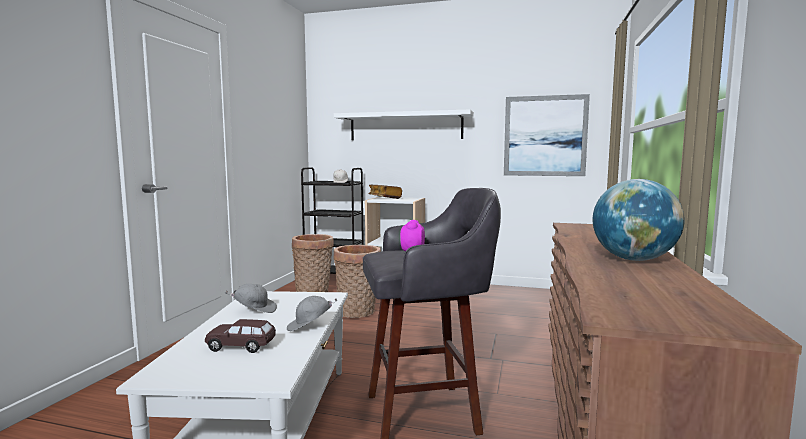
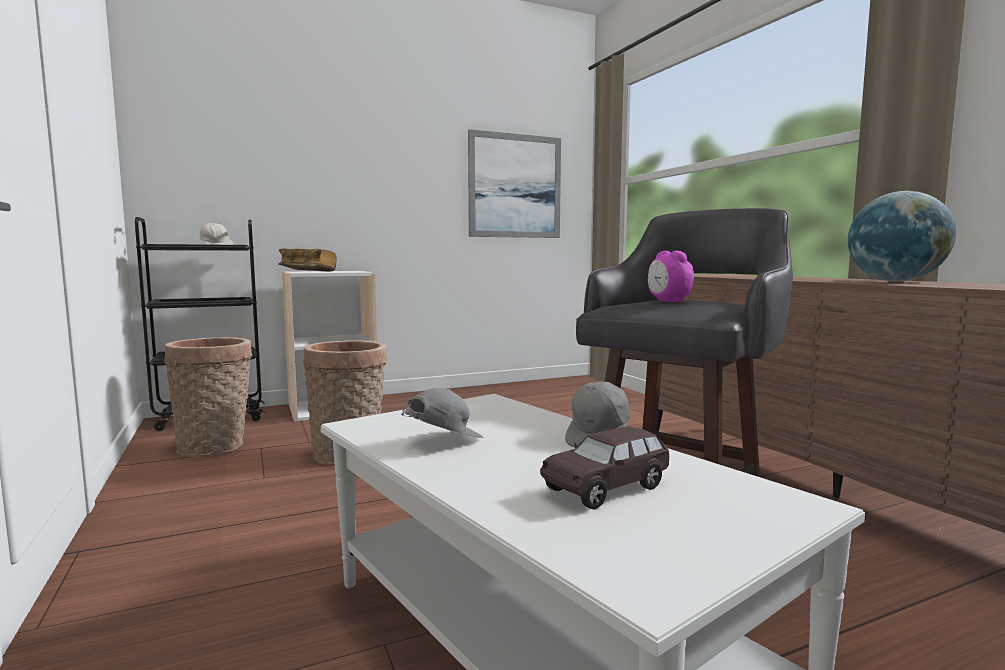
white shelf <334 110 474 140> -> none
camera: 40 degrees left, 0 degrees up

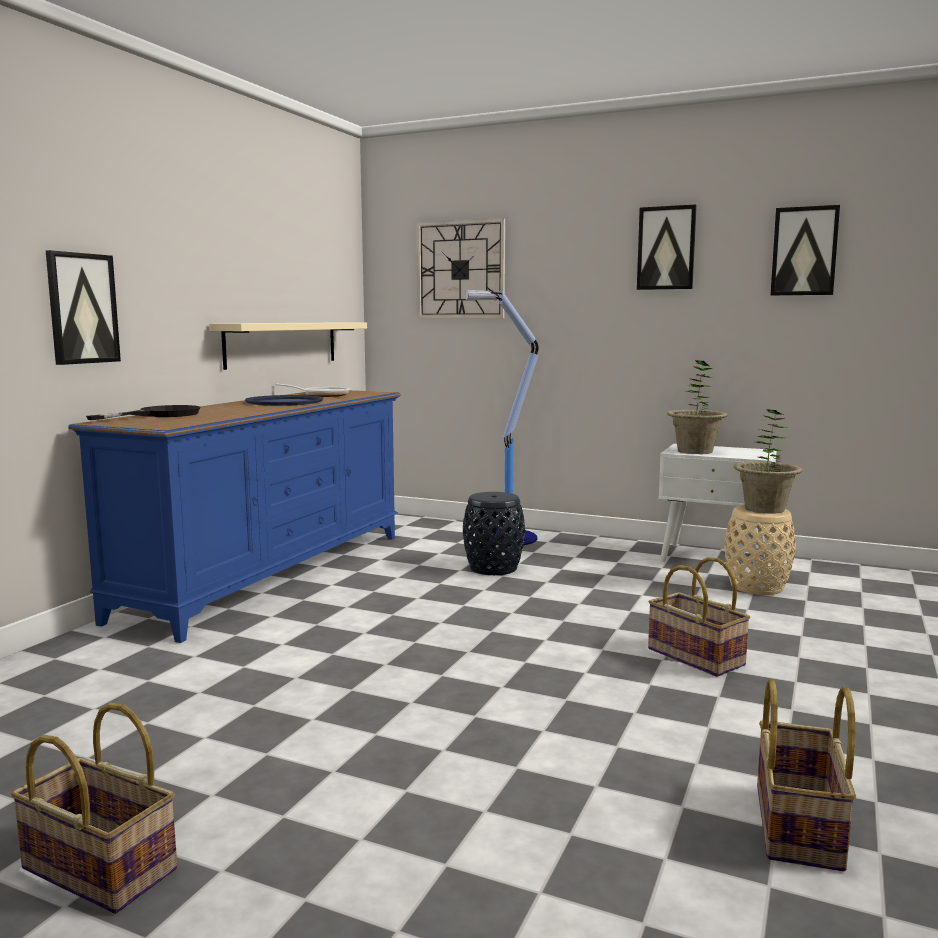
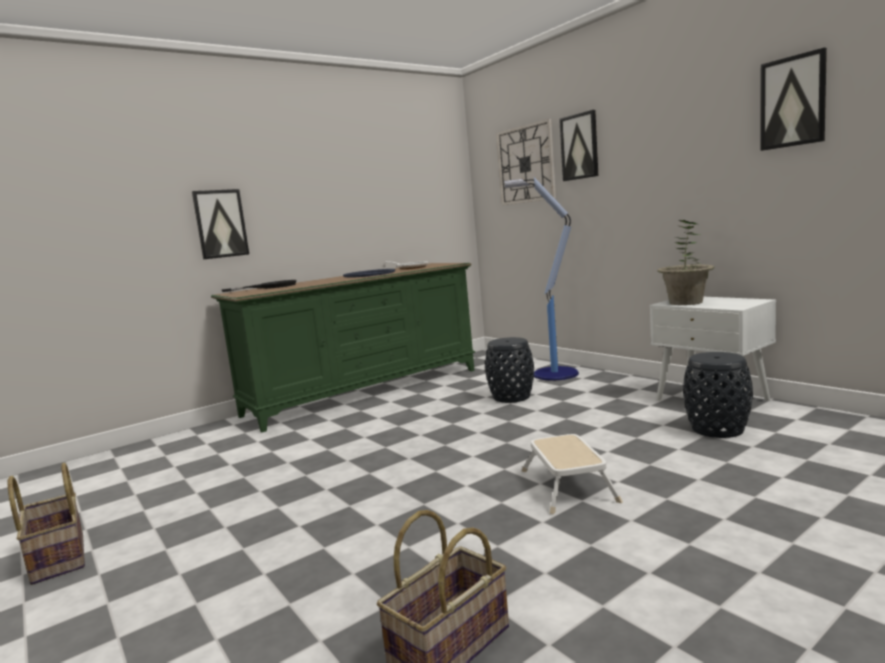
blue cabinet <68 390 401 643> -> green cabinet <211 263 475 432>
beige shelf <209 323 367 370> -> none
picture <637 204 697 290> -> picture <559 110 598 181>, move
basket <648 557 751 677> -> beige step ladder <522 434 623 514>
beige stool <724 505 796 595> -> black stool <683 352 753 438>
potted plant <734 409 802 514> -> none
camera: 30 degrees right, 0 degrees up

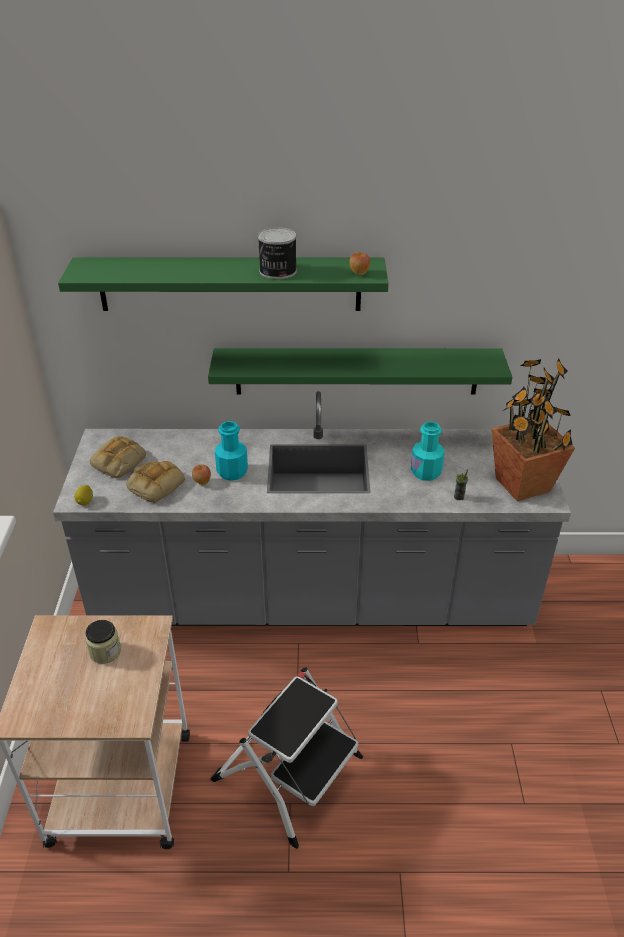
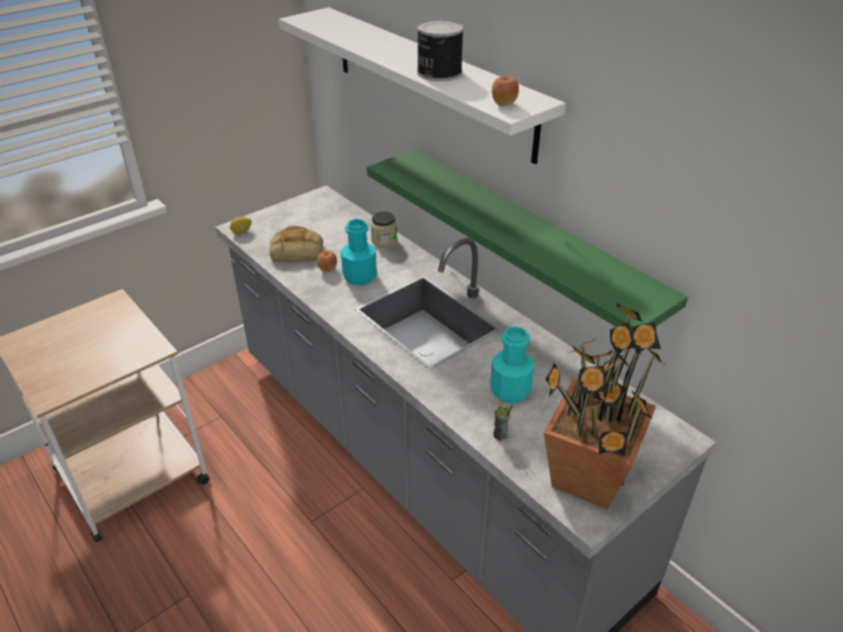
green shelf <58 257 389 311> -> white shelf <279 7 566 164>
jar <85 620 121 664> -> jar <371 212 397 248>, move
bread <90 436 146 478> -> none
step ladder <210 667 363 849> -> none
camera: 50 degrees right, 0 degrees up

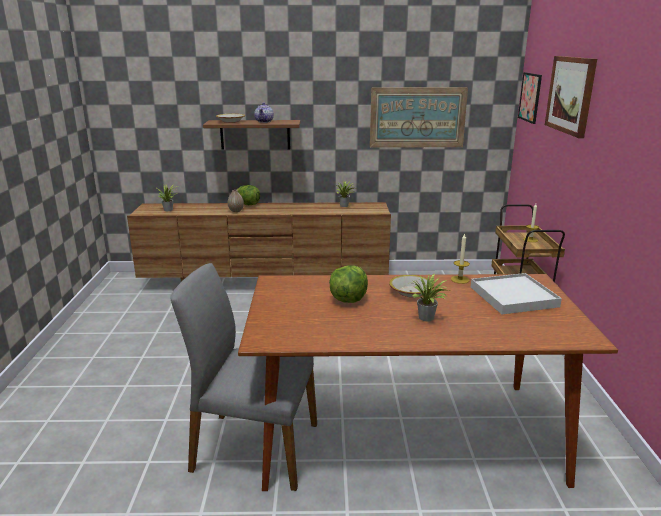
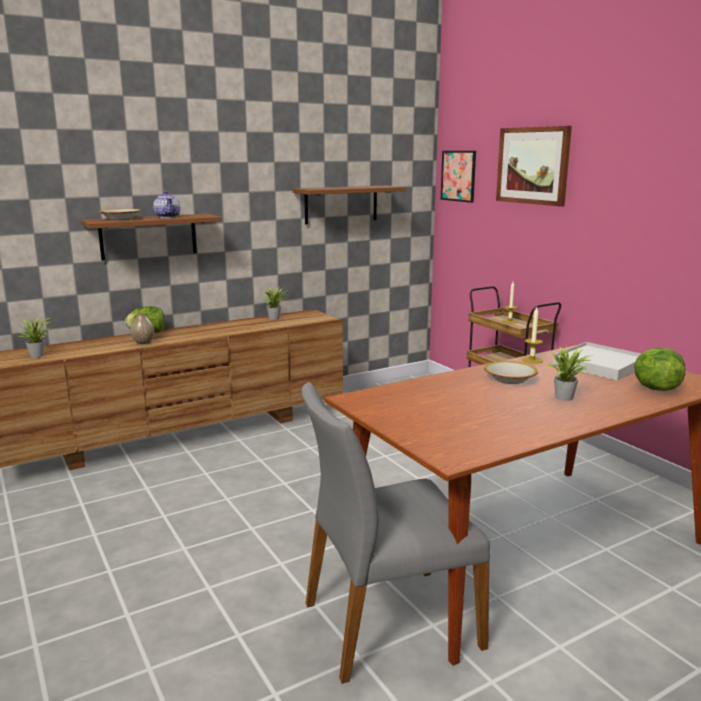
lettuce <329 266 368 303> -> lettuce <634 347 685 391>, move
picture <370 87 468 148> -> brown shelf <292 185 406 224>
camera: 30 degrees left, 5 degrees down

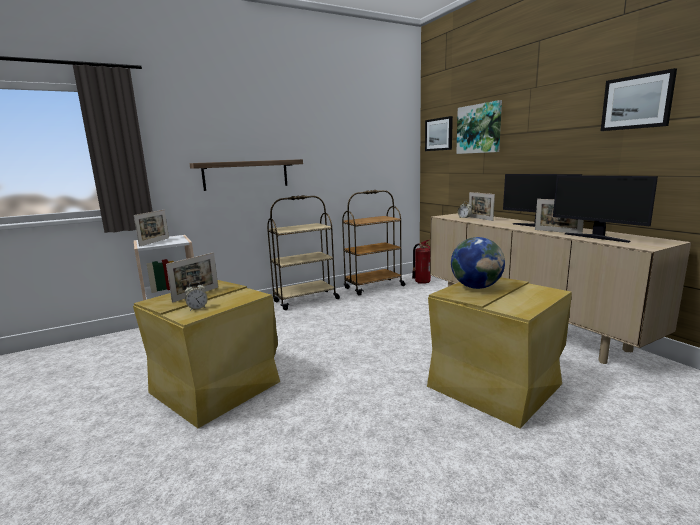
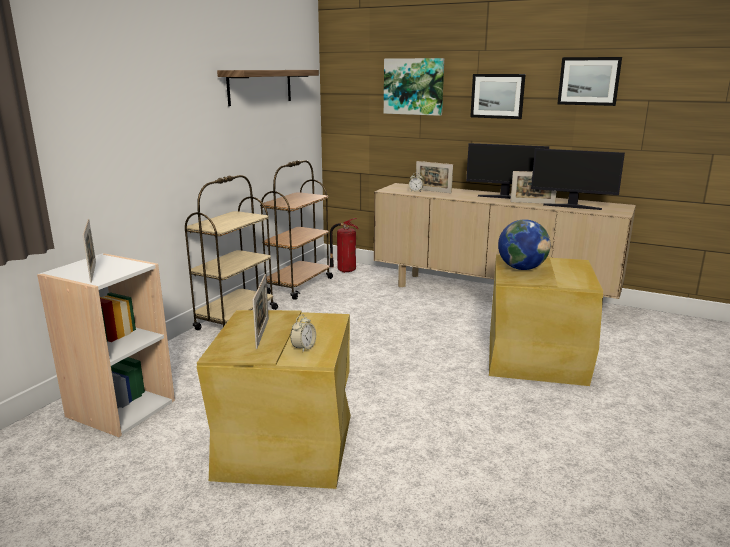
shelf <190 159 303 191> -> shelf <217 70 319 106>, move
picture <425 116 453 151> -> picture <470 74 526 119>, move
camera: 35 degrees left, 5 degrees up

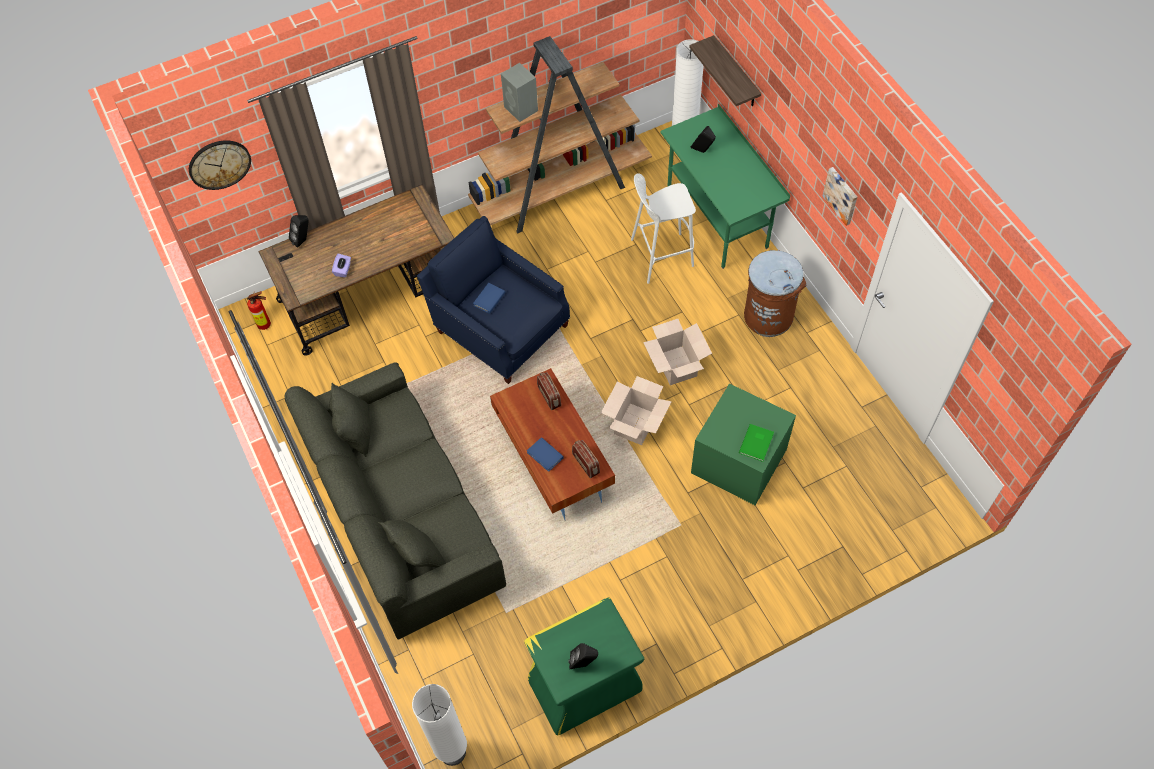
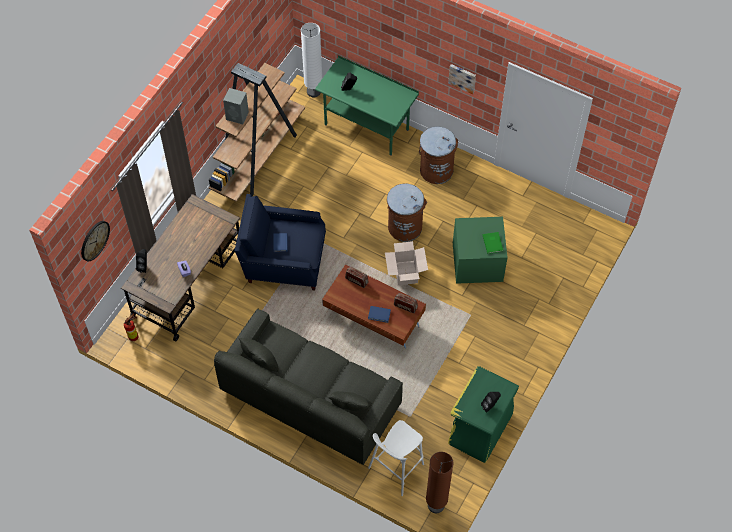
white floor lamp <412 684 467 766> -> brown floor lamp <426 452 454 513>
white stool <631 173 696 284> -> white stool <368 420 424 496>, move
cardboard box <643 319 712 385> -> brown trash can <387 184 427 242>
shelf <689 35 761 106> -> none
camera: 35 degrees left, 0 degrees up

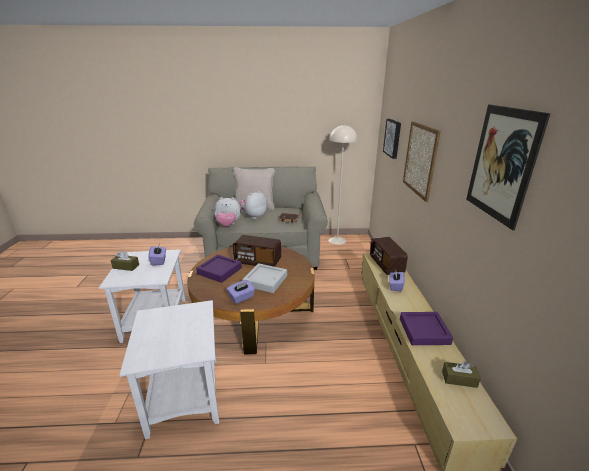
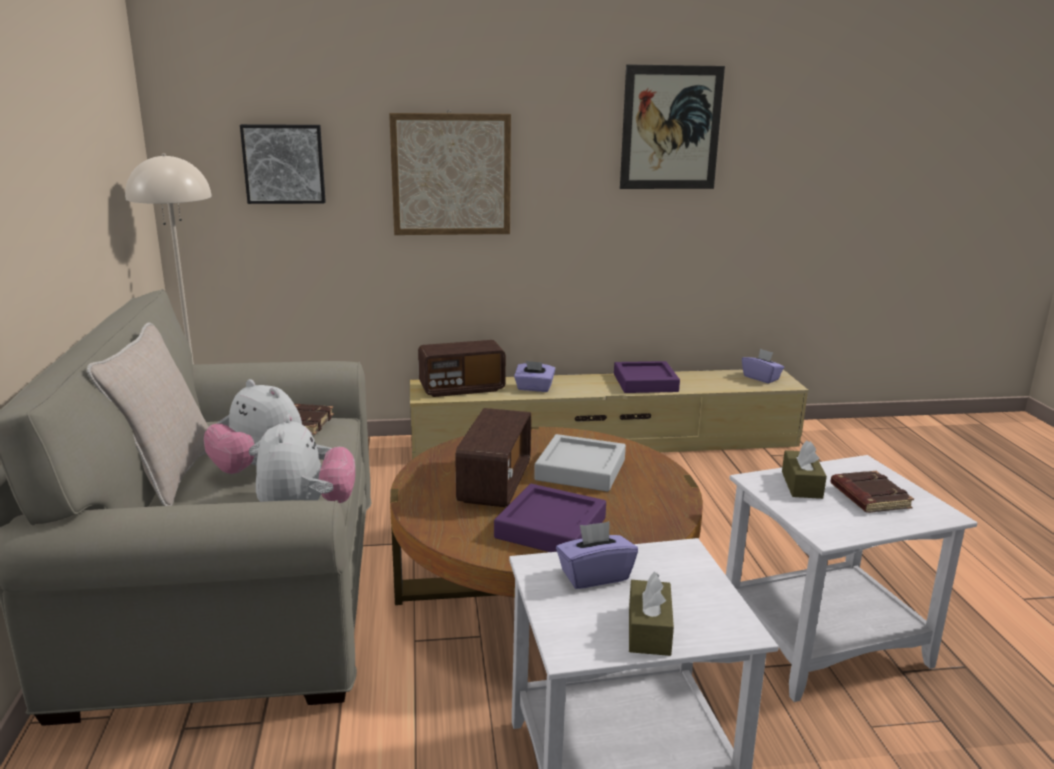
purple tissue box <227 280 255 304> -> purple tissue box <742 348 784 383>, move
brown tissue box <442 361 481 388> -> brown tissue box <782 440 827 499>, move
none -> brown book <831 471 914 513>
camera: 95 degrees left, 5 degrees down

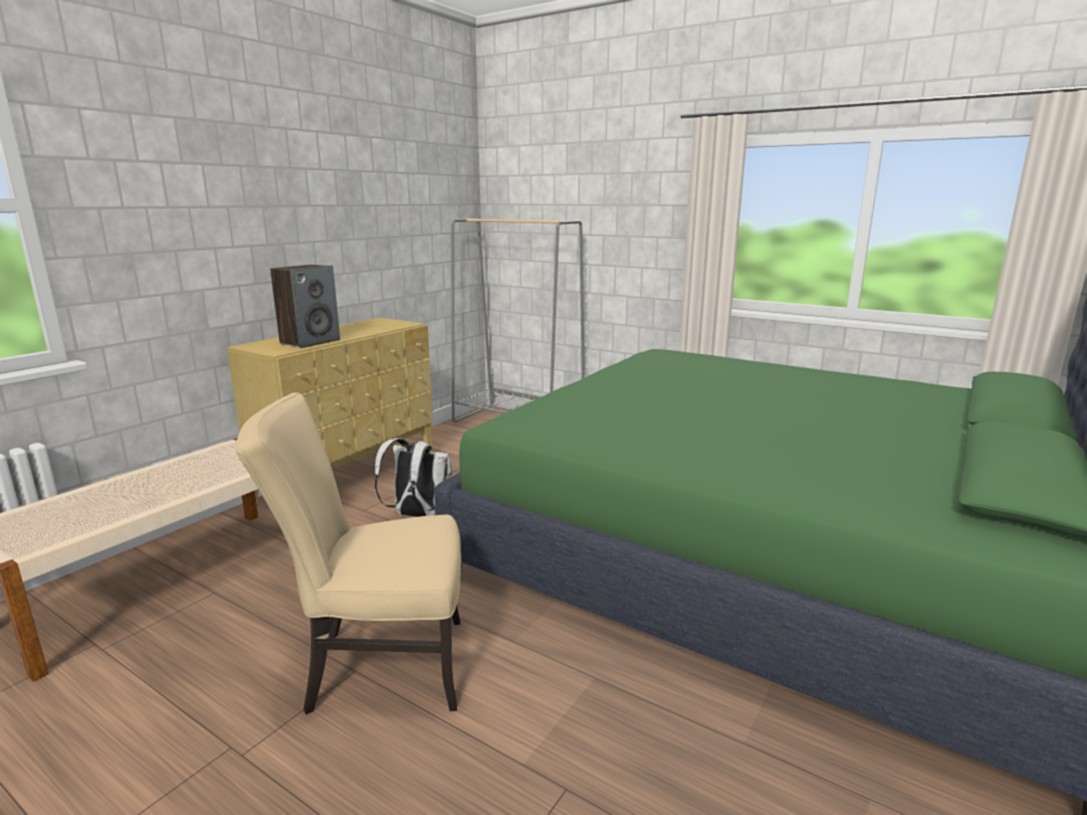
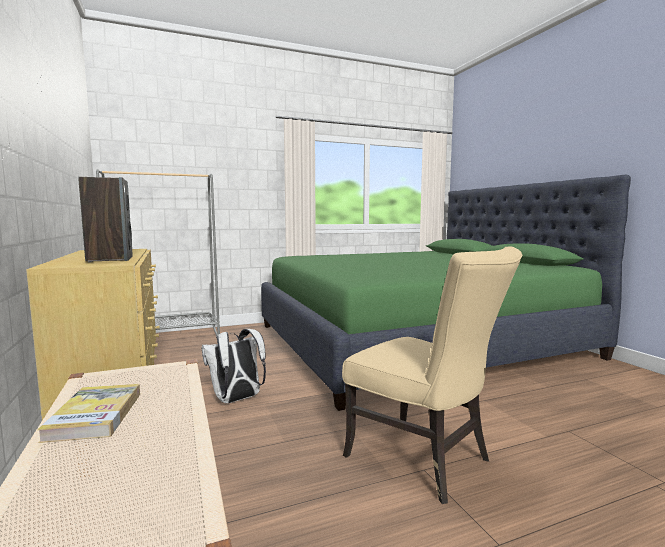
beige chair <235 393 461 714> -> beige chair <342 246 522 504>, 75 degrees counterclockwise
none -> book <37 384 140 443>
camera: 55 degrees left, 10 degrees down

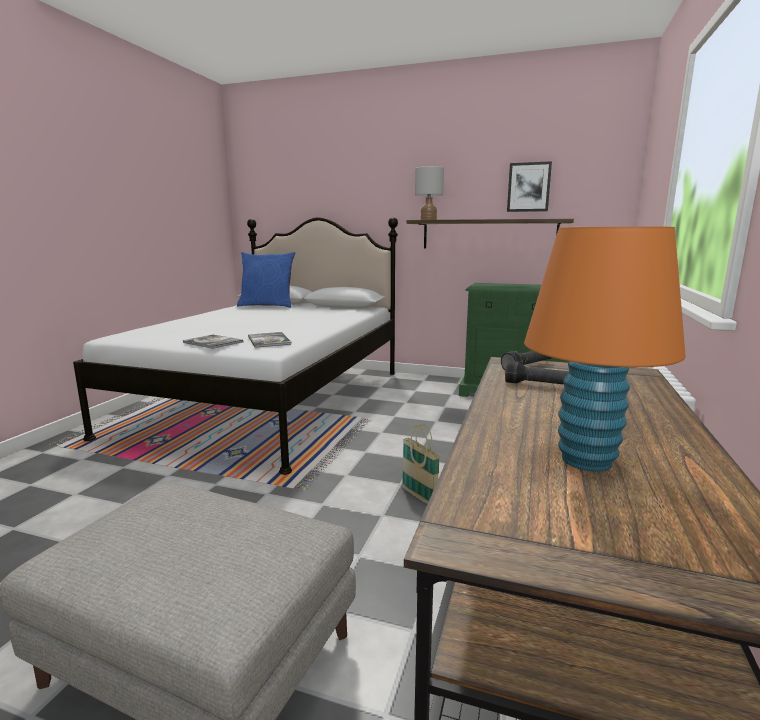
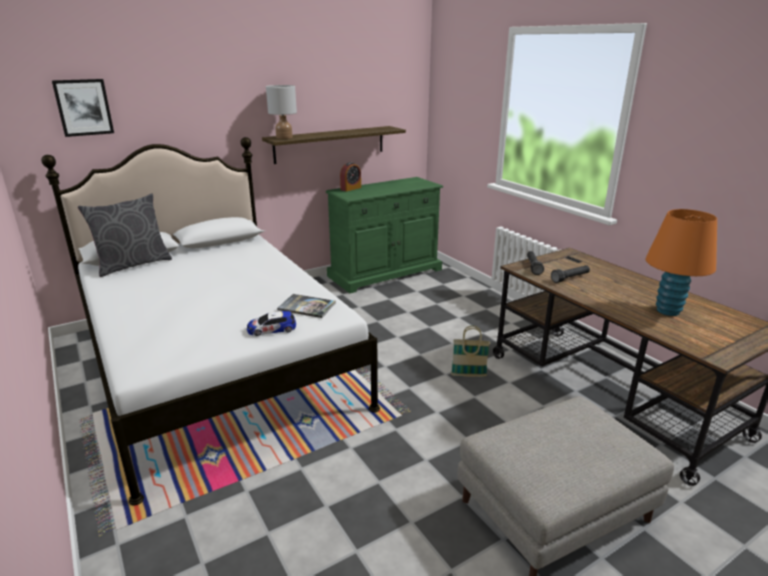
book <183 335 243 349> -> toy car <247 311 296 336>
blue pillow <237 252 295 308> -> grey pillow <78 193 172 277>
picture <507 161 552 212> -> picture <52 79 114 137>, move
none -> alarm clock <340 162 361 191>
camera: 50 degrees left, 10 degrees up

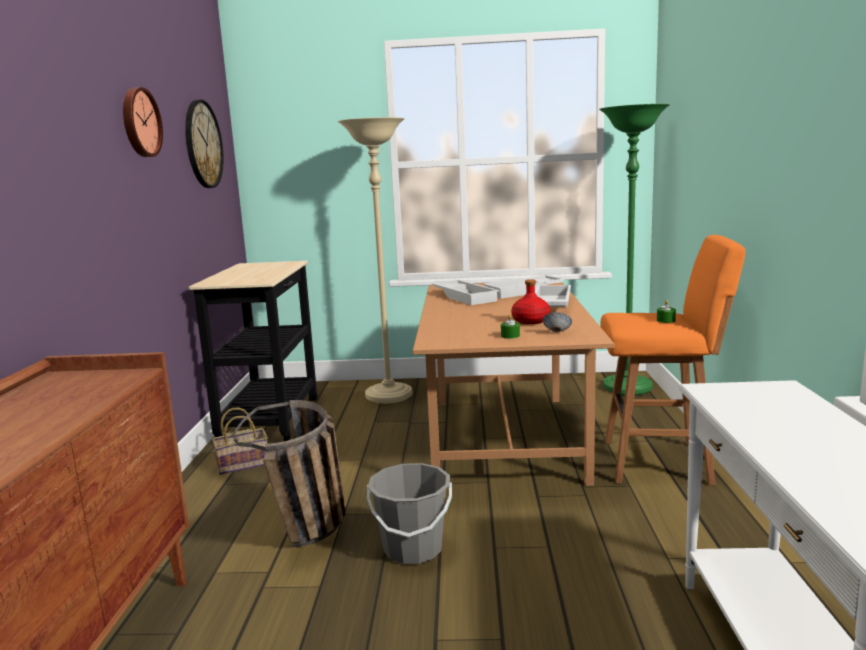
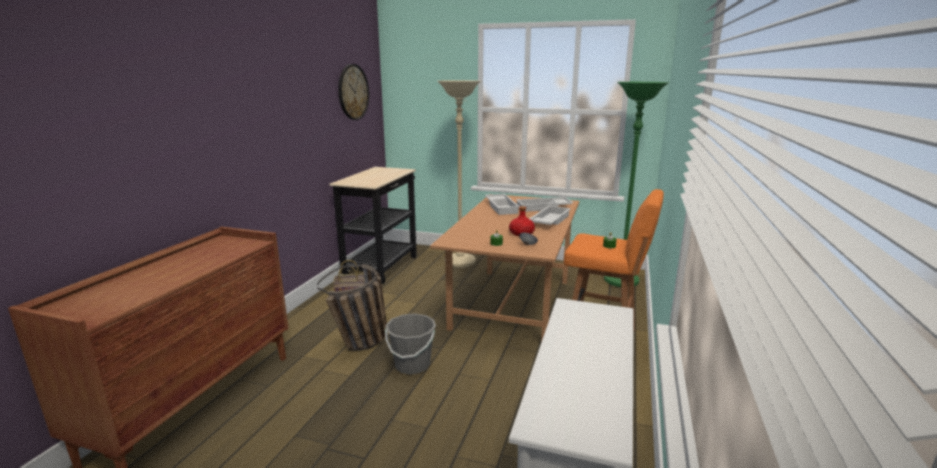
wall clock <123 87 163 157> -> none
camera: 15 degrees right, 5 degrees up

